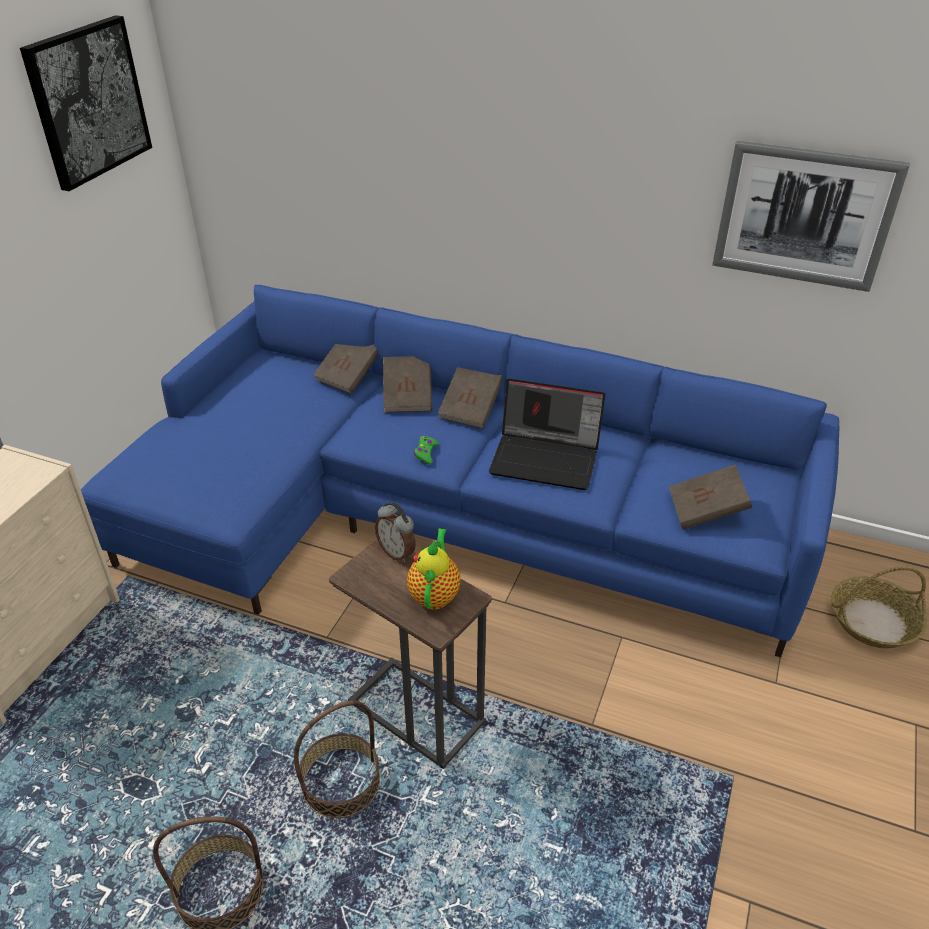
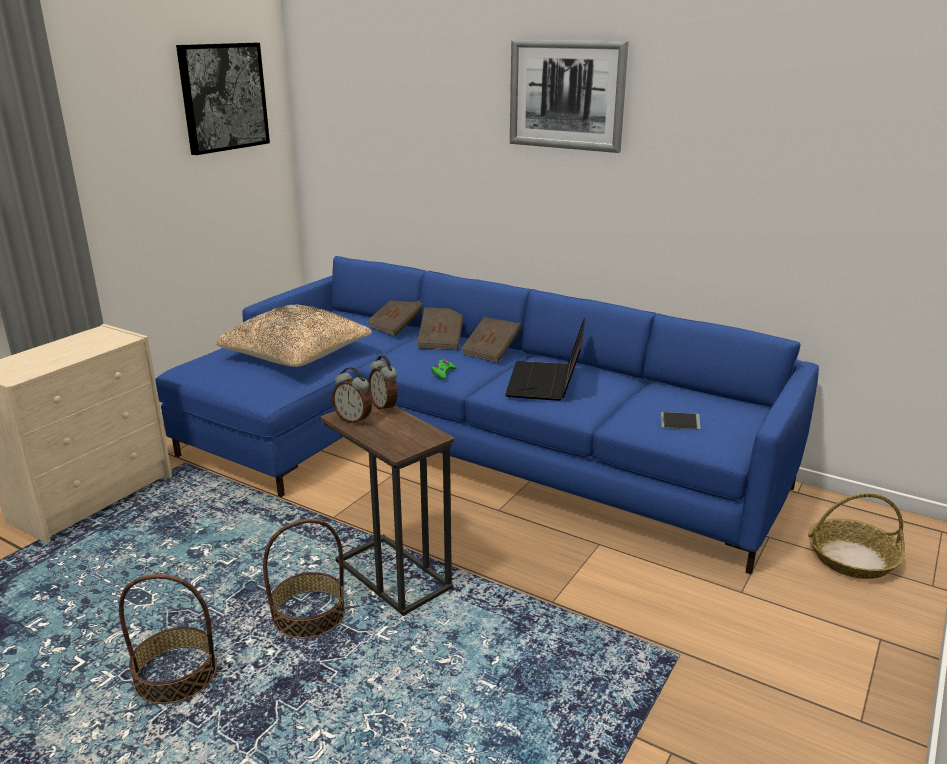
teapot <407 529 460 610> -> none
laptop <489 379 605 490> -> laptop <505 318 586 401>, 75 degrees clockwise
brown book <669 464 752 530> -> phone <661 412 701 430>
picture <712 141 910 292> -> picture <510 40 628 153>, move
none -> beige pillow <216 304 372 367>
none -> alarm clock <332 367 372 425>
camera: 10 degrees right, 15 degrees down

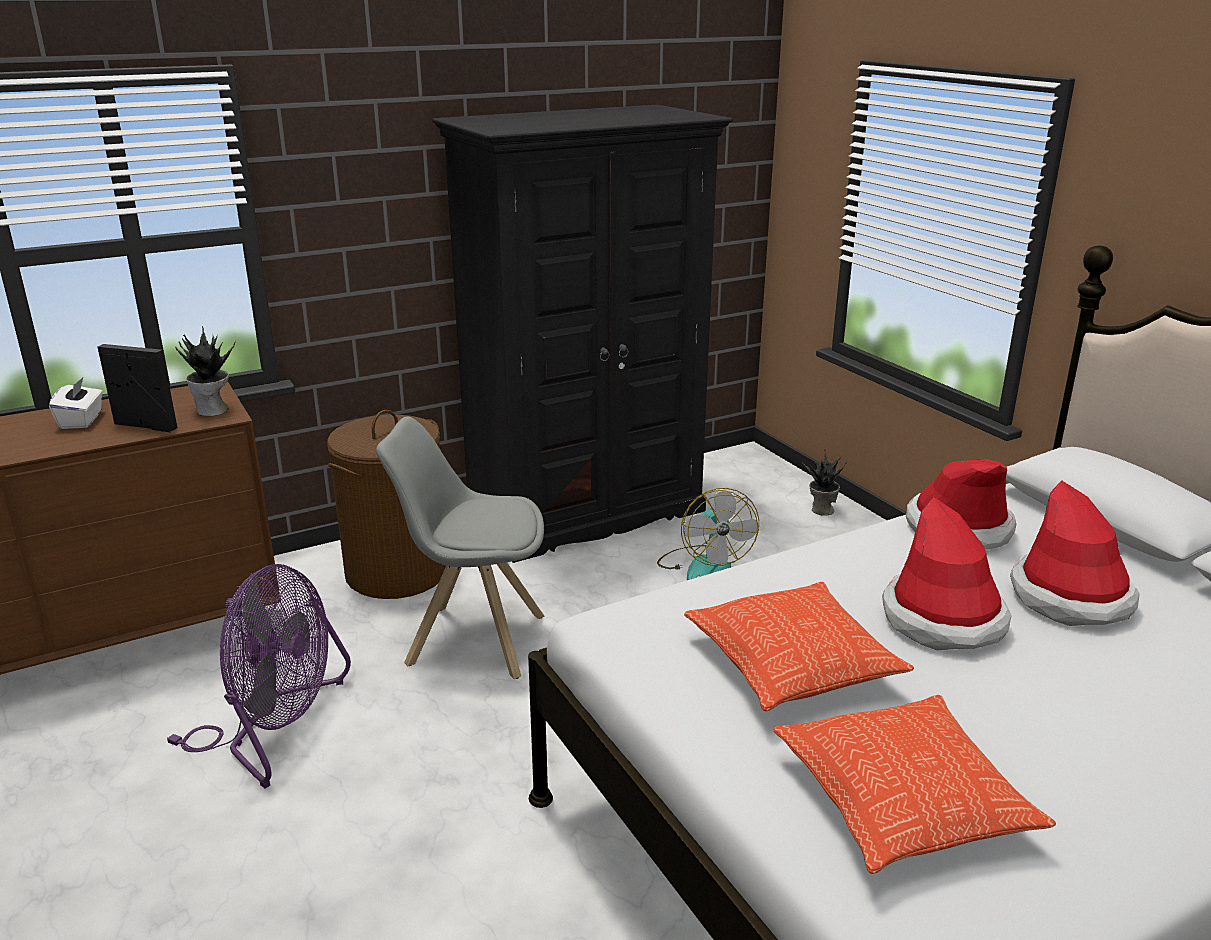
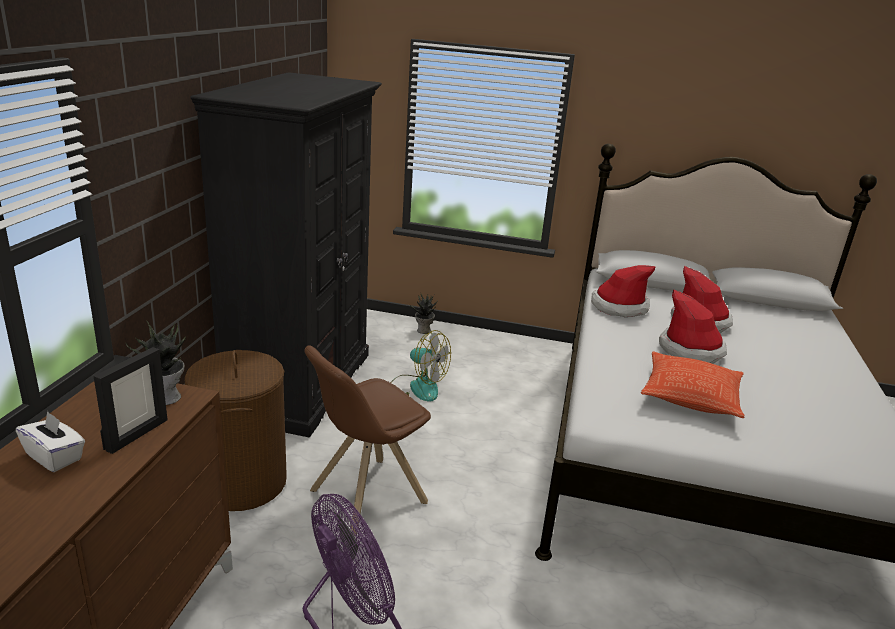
picture frame <97 344 177 432> -> picture frame <93 347 168 454>, 150 degrees clockwise
grey chair <376 417 544 679> -> brown chair <304 345 431 534>
orange pillow <774 695 1056 874> -> none
camera: 50 degrees left, 0 degrees up

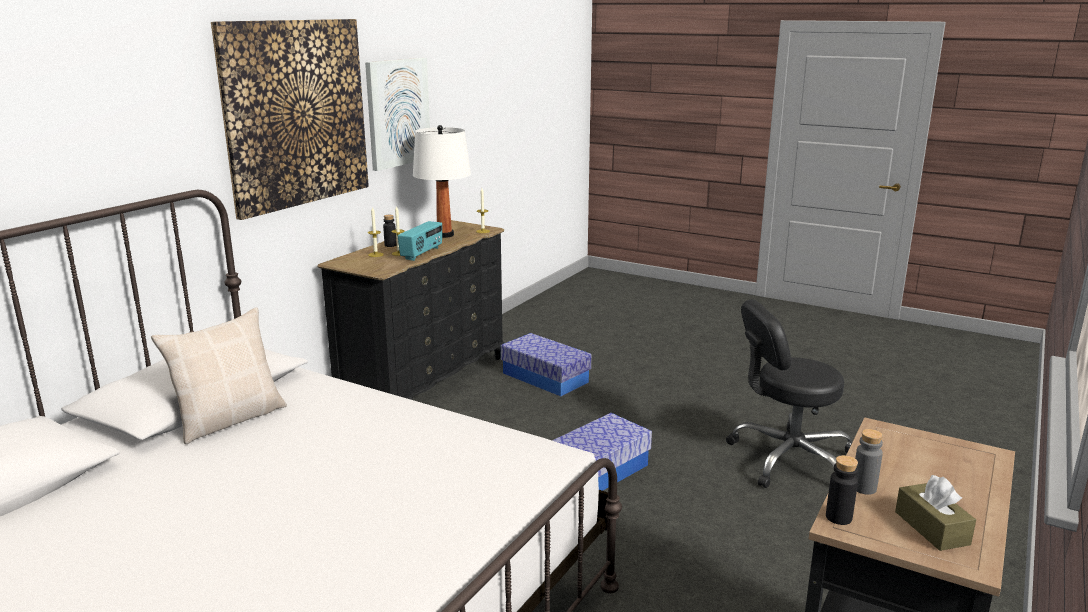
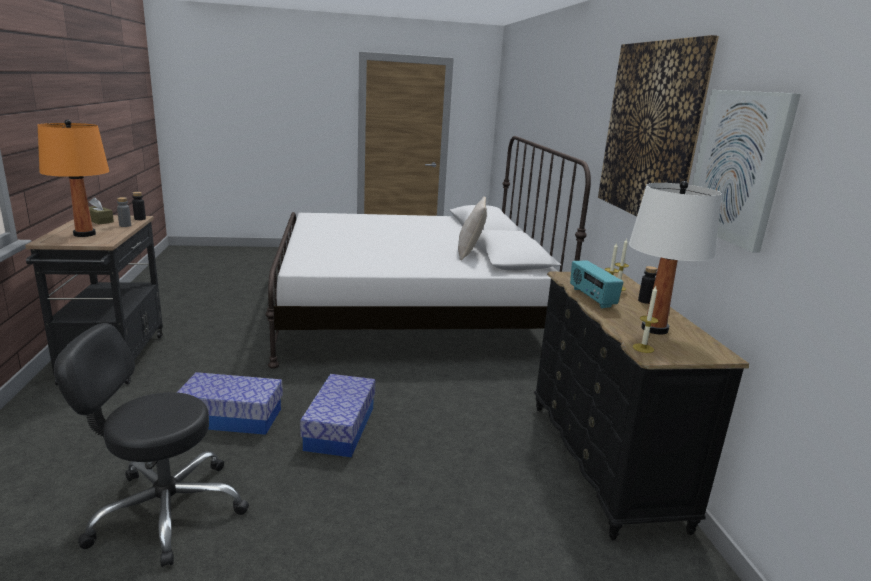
storage box <501 333 591 396> -> storage box <177 372 283 435>, move
black office chair <726 299 852 488> -> black office chair <54 323 249 567>, 135 degrees counterclockwise
none -> orange table lamp <38 119 109 237>
camera: 140 degrees right, 0 degrees up

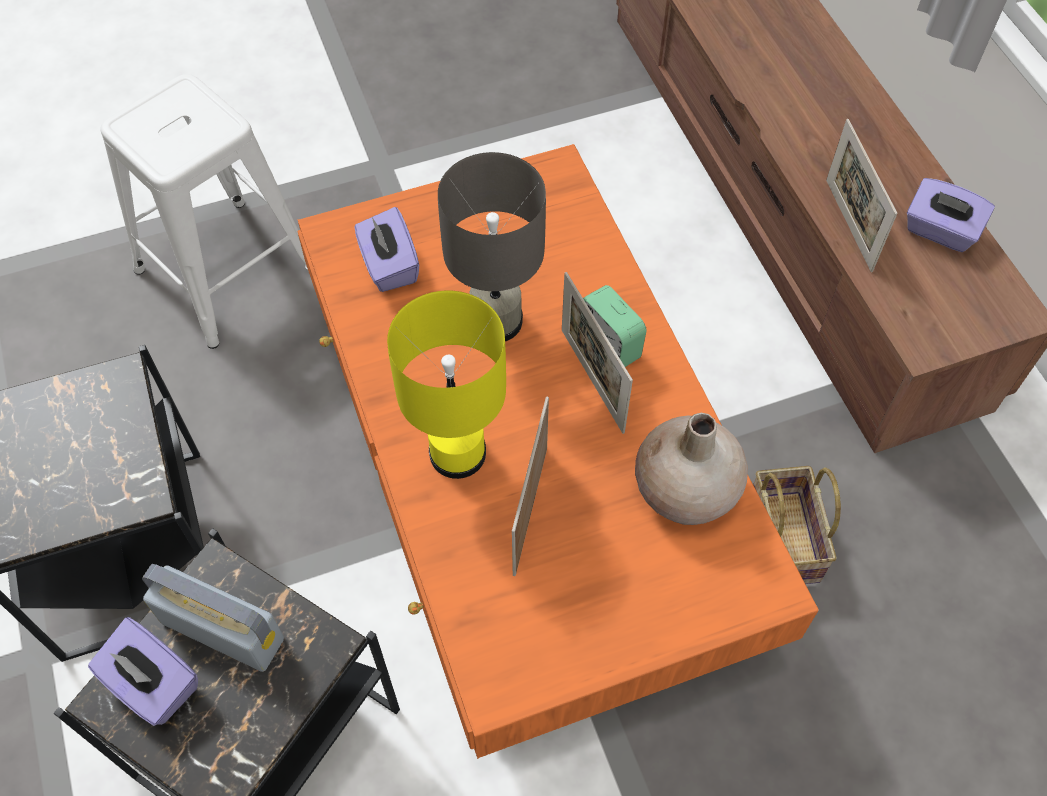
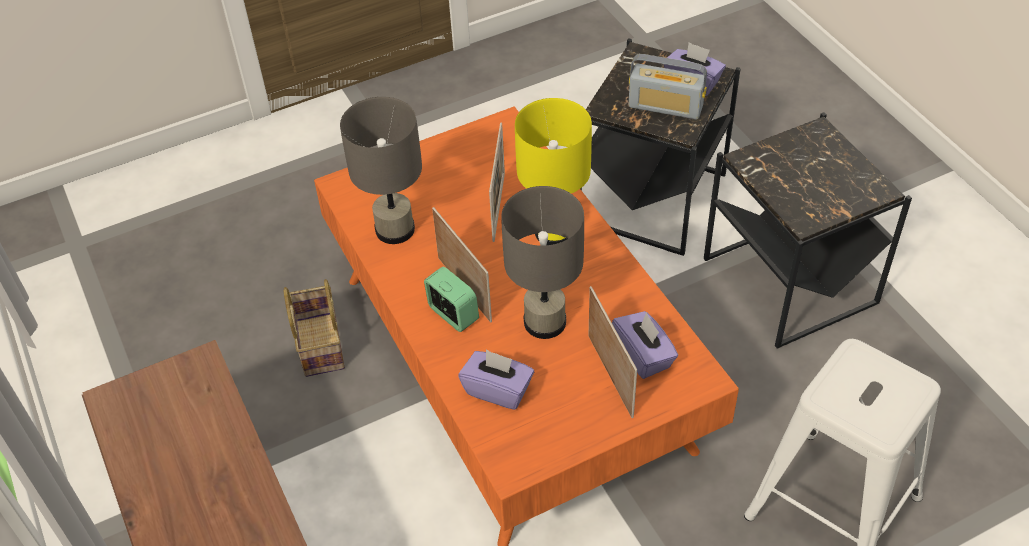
beige vase <635 413 748 525> -> grey table lamp <340 97 422 244>
picture frame <826 119 898 272> -> picture frame <588 286 637 418>, move
purple tissue box <907 178 995 252> -> purple tissue box <459 349 534 410>, move
camera: 175 degrees right, 10 degrees down

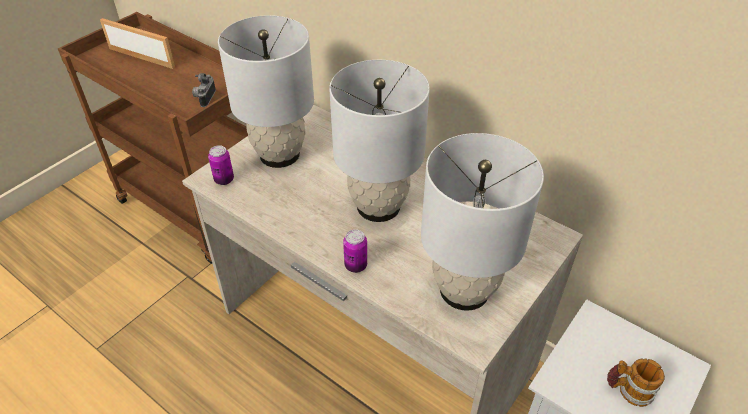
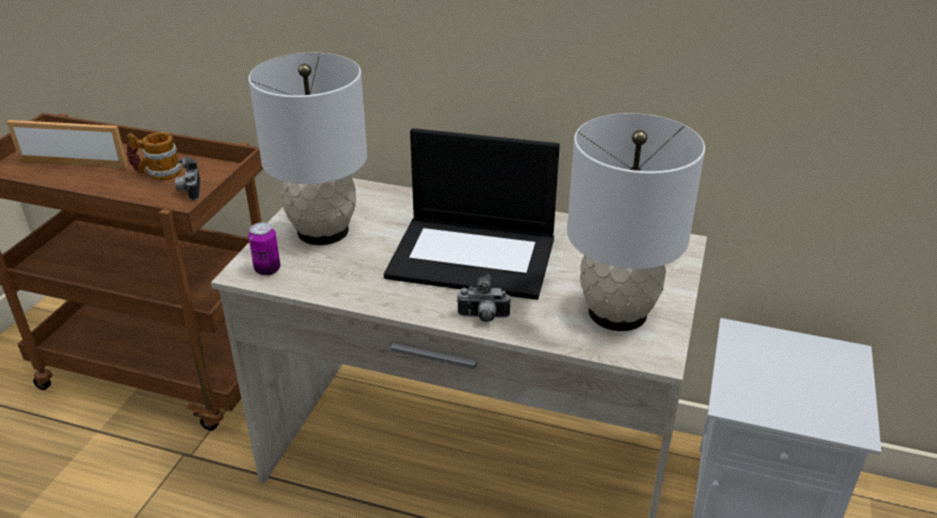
white table lamp <329 60 430 222> -> laptop <384 128 560 300>
can <343 229 367 273> -> photo camera <457 274 511 322>
mug <607 358 665 407> -> mug <126 132 182 180>, move
camera: 20 degrees left, 10 degrees down

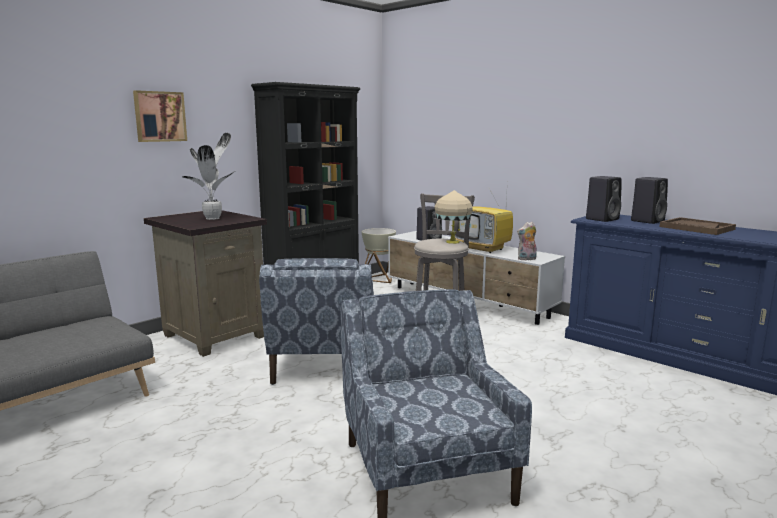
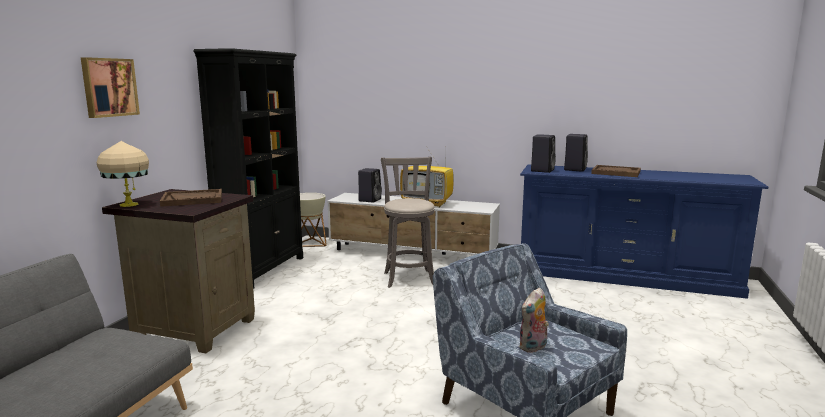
potted plant <182 133 235 220> -> brown tray <160 189 222 207>
blue armchair <259 258 374 385> -> none
beige table lamp <435 190 473 244> -> beige table lamp <96 141 149 207>, move
plush toy <517 222 537 260> -> plush toy <519 287 549 353>, move
camera: 25 degrees left, 0 degrees up

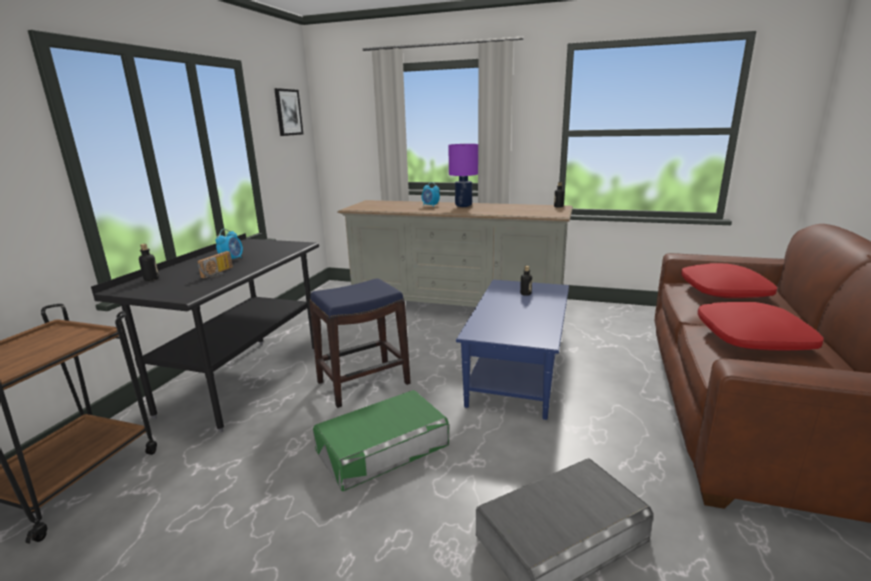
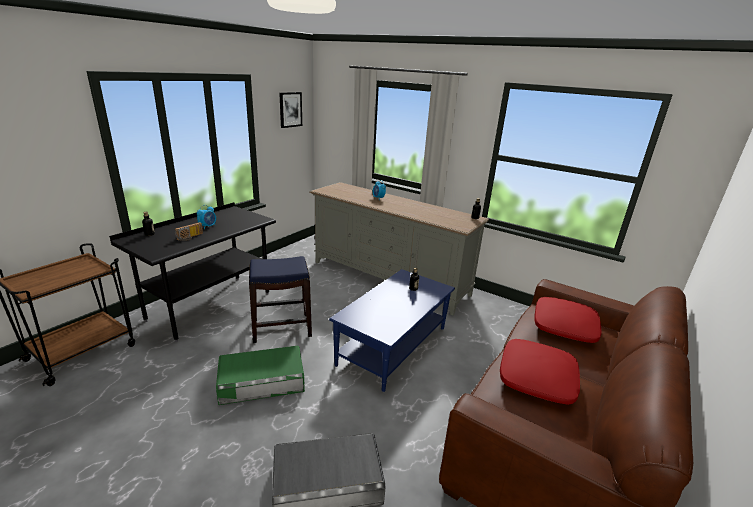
purple table lamp <448 144 478 207> -> none
camera: 15 degrees right, 5 degrees up

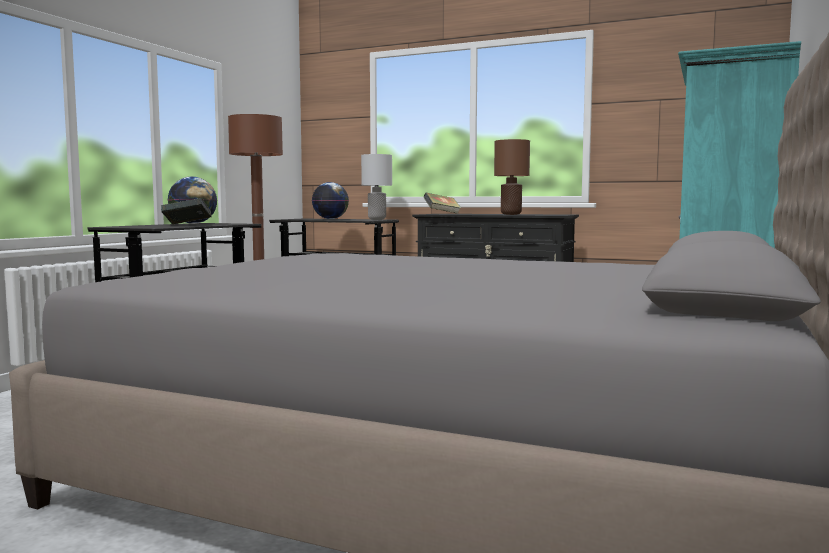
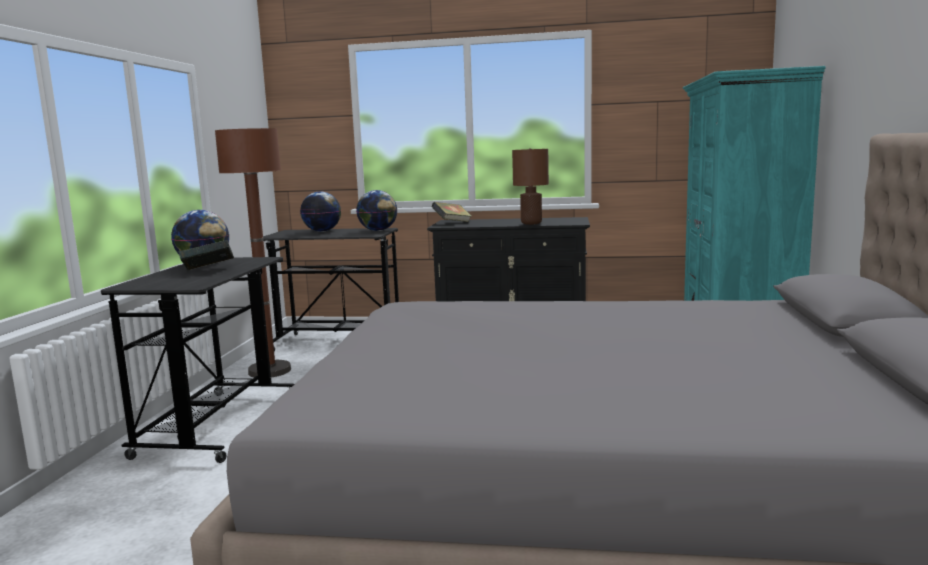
grey table lamp <361 154 392 220> -> globe <356 190 398 231>
camera: 15 degrees left, 5 degrees up

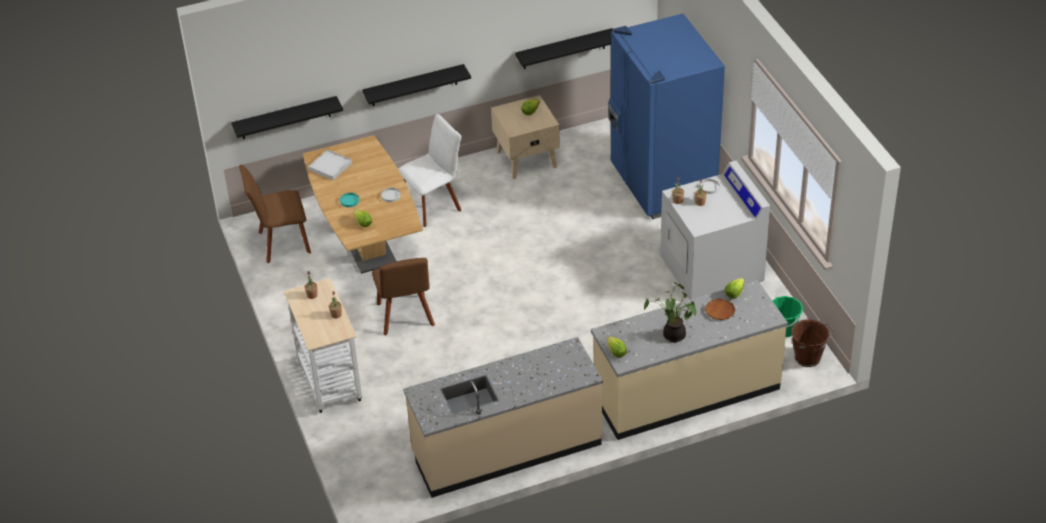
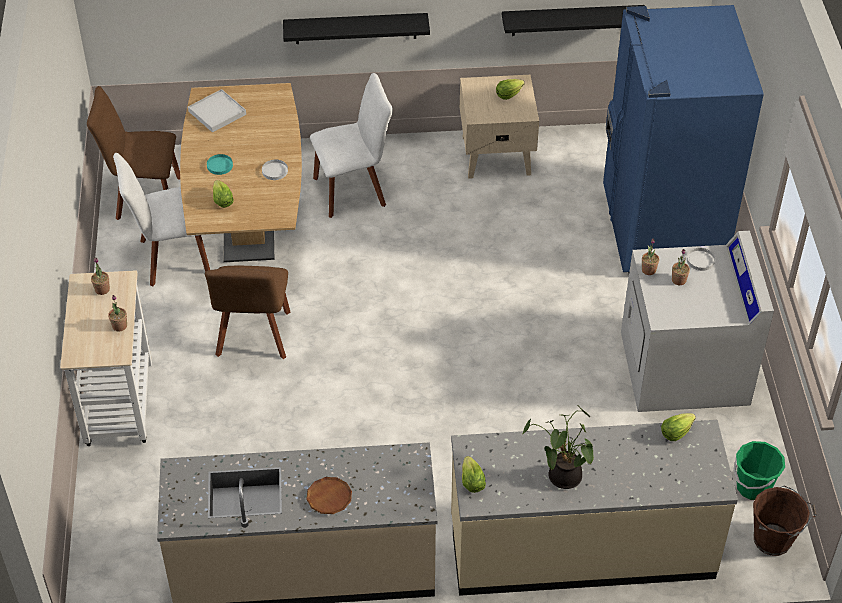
black shelf <231 96 343 139> -> none
brown plate <705 299 735 320> -> brown plate <306 477 352 514>, move
none -> white chair <113 153 210 287>
camera: 15 degrees right, 5 degrees up

